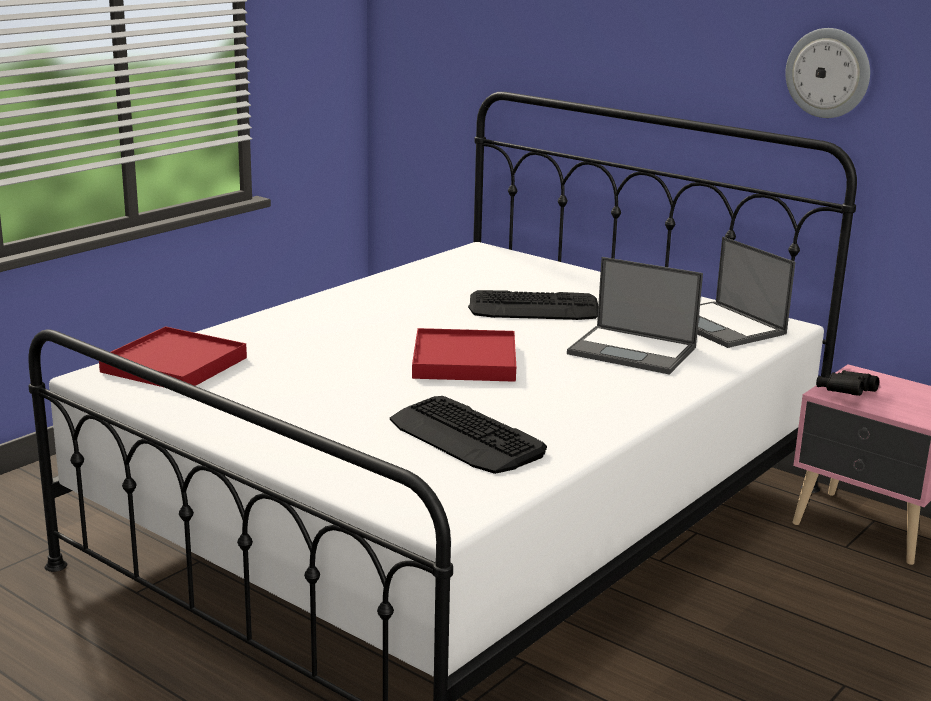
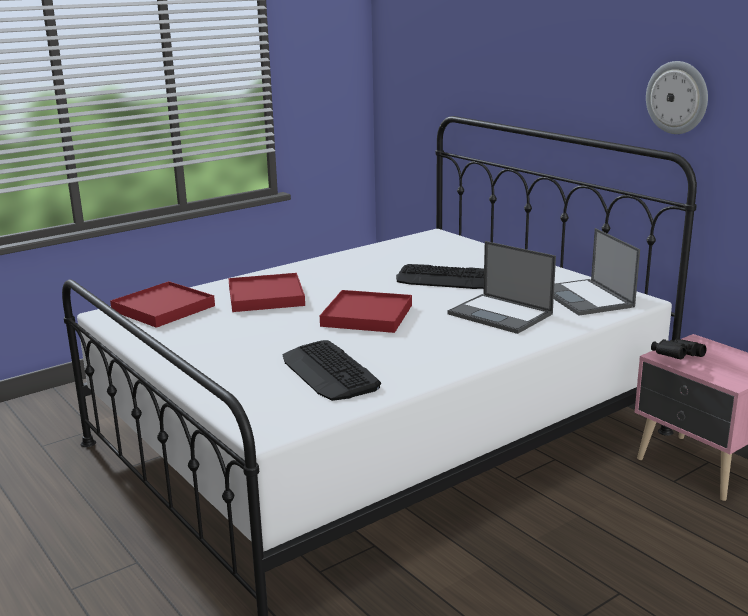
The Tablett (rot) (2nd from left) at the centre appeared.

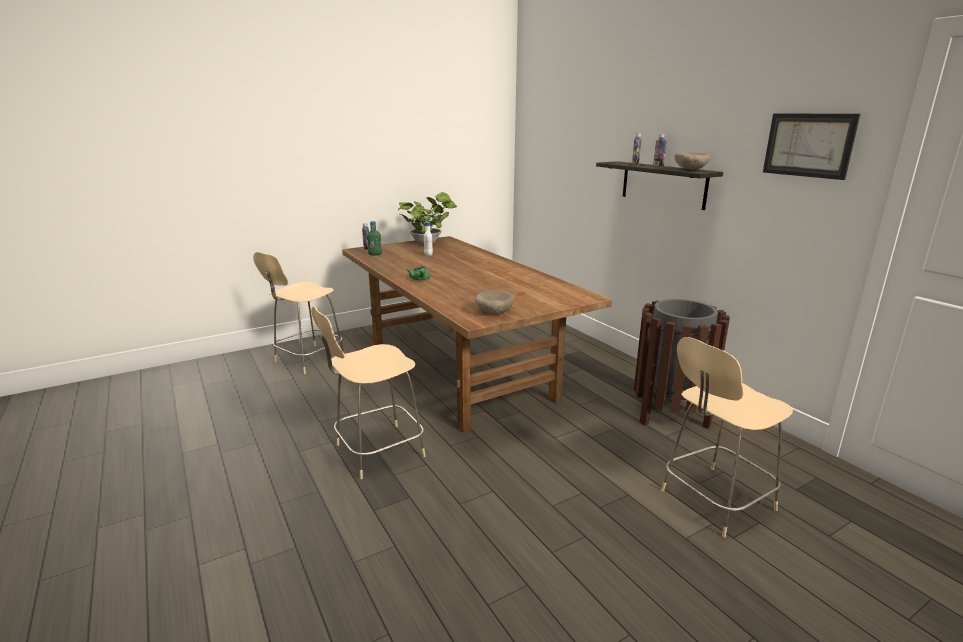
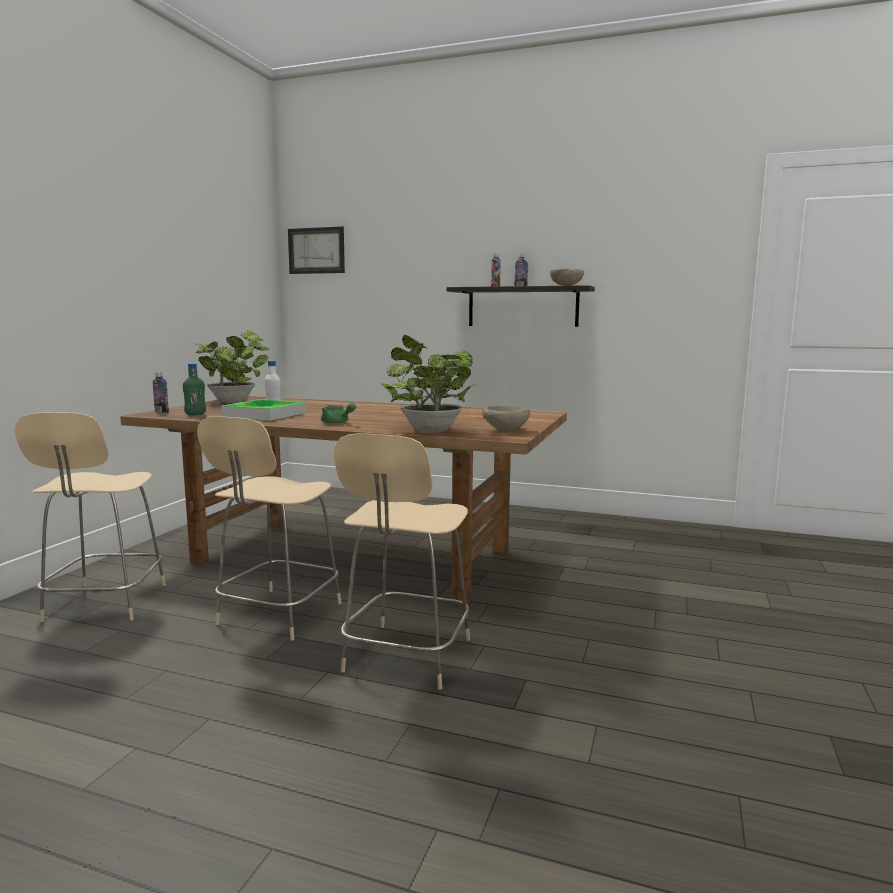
The Bild moved from the top right to the top centre.
The Mülleimer (braun) at the middle right disappeared.
The Stuhl (beige) (3rd from left in the first image) moved from the bottom right to the middle left.
The Topfpflanze (2nd from left) at the centre appeared.
The Tablett at the middle left appeared.

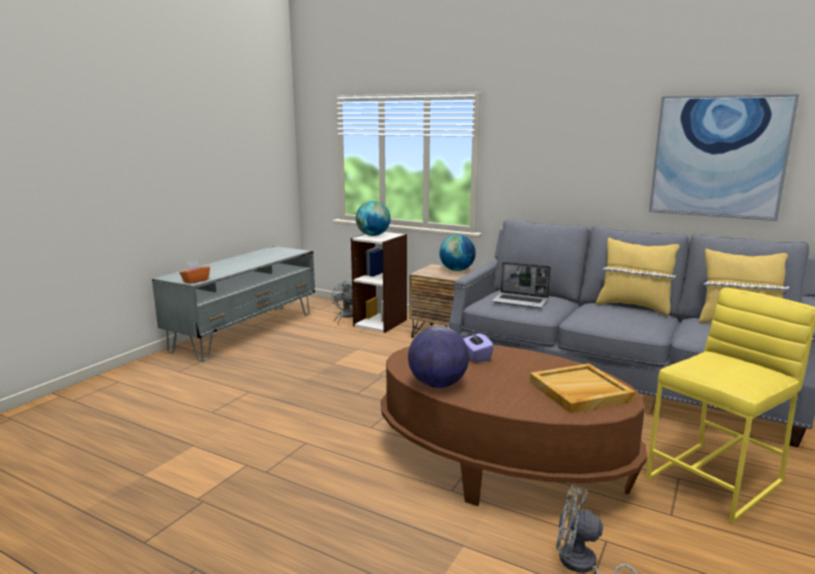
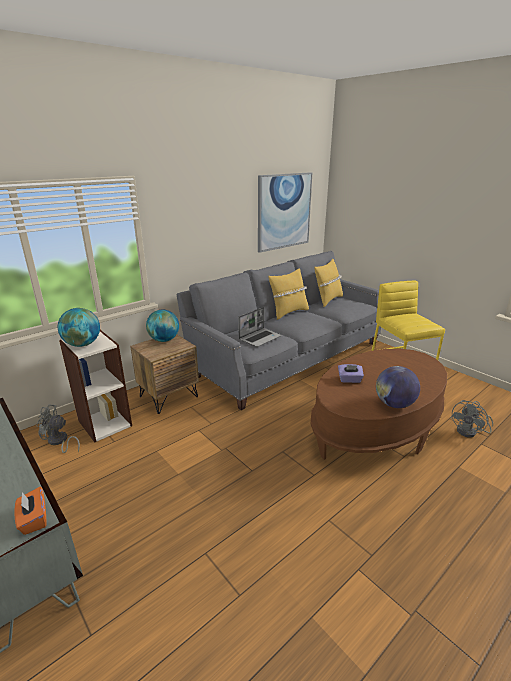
The Tablett (beige) at the bottom right disappeared.

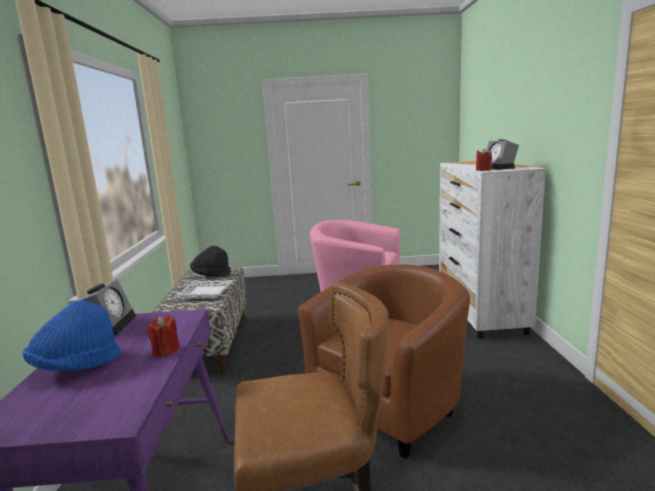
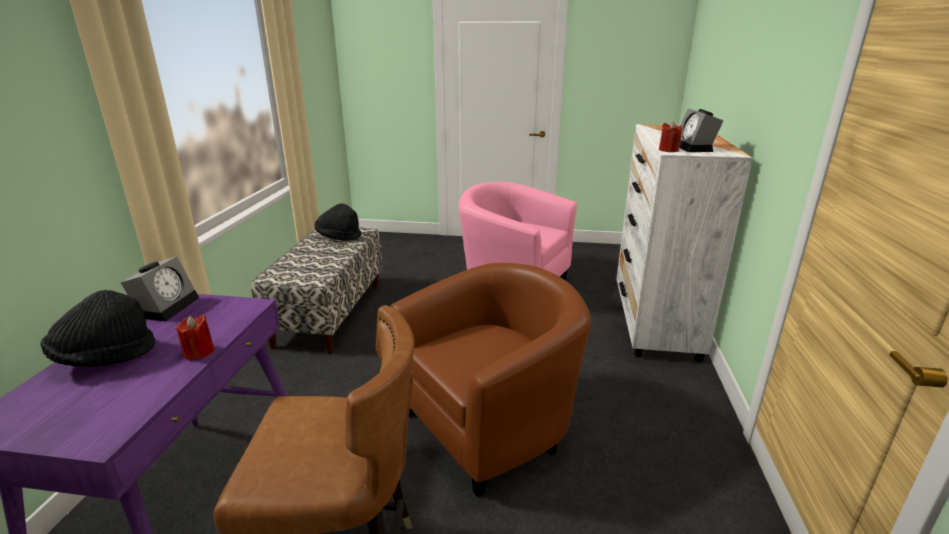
The Tablett (weiß) at the middle left disappeared.
The Hut (blau) at the bottom left became the Hut (schwarz) (1st from left) at the middle left.

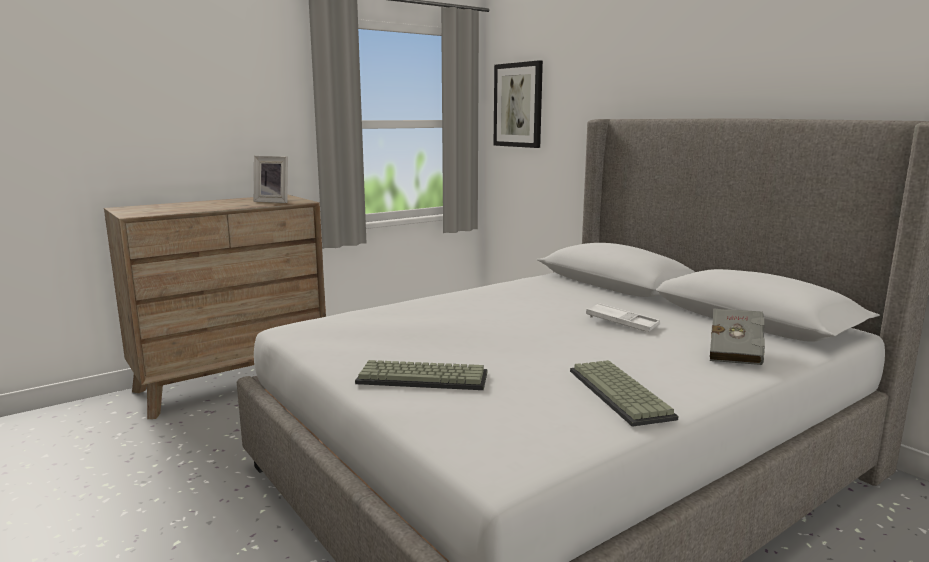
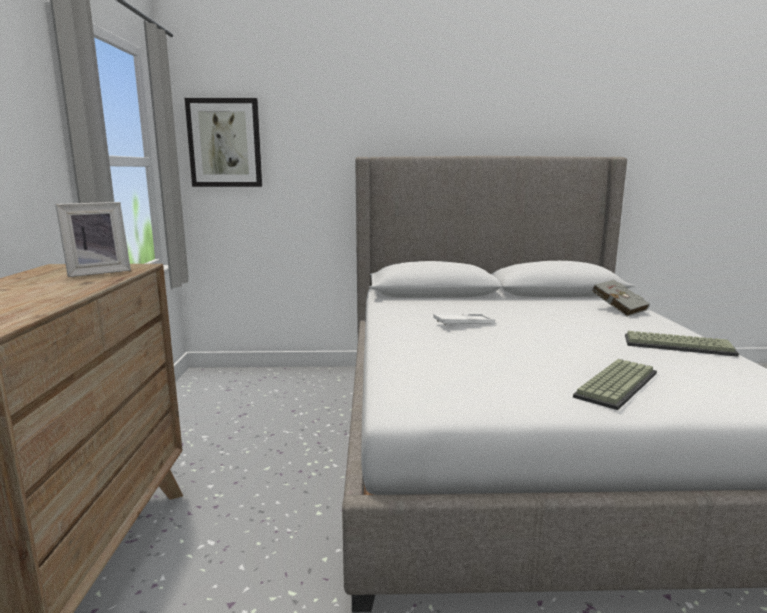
The Tablett (weiß) moved from the middle right to the centre.

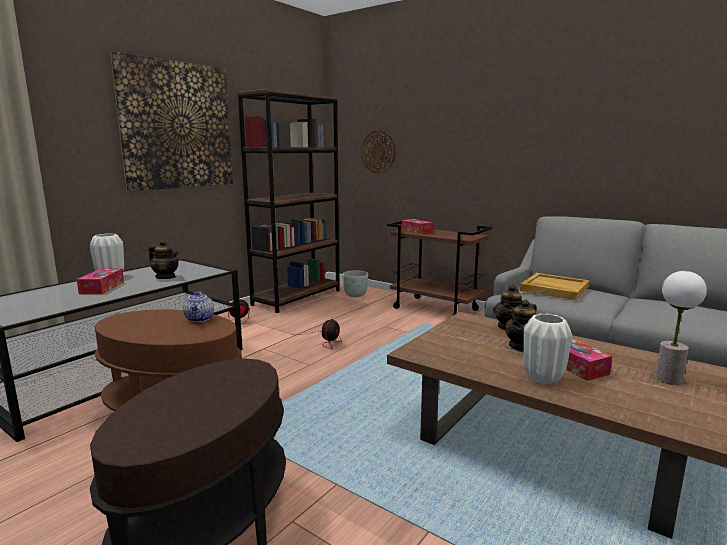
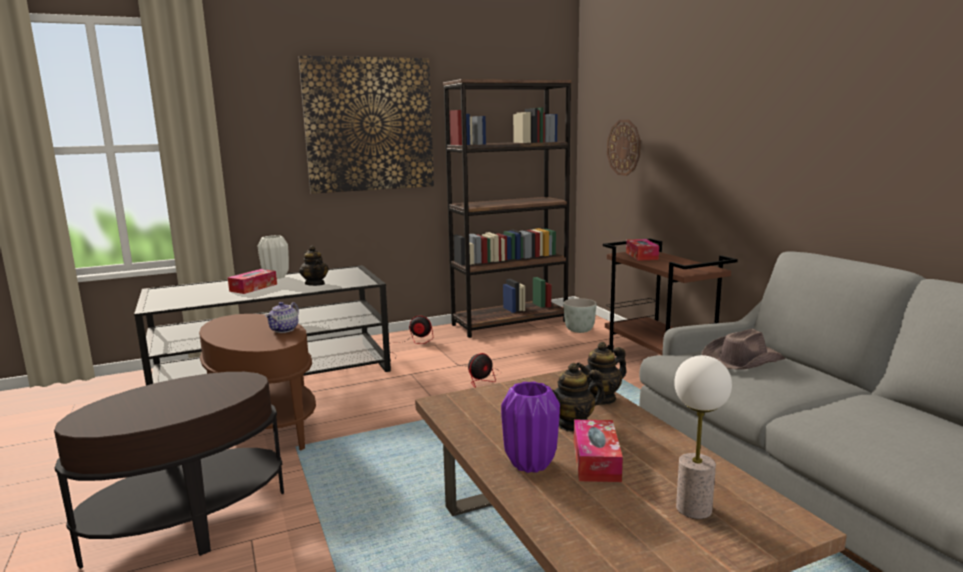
The Tablett (beige) at the middle right was replaced by the Hut (braun) at the middle right.
The Vase (weiß) (2nd from left) at the middle right became the Vase (lila) at the bottom centre.

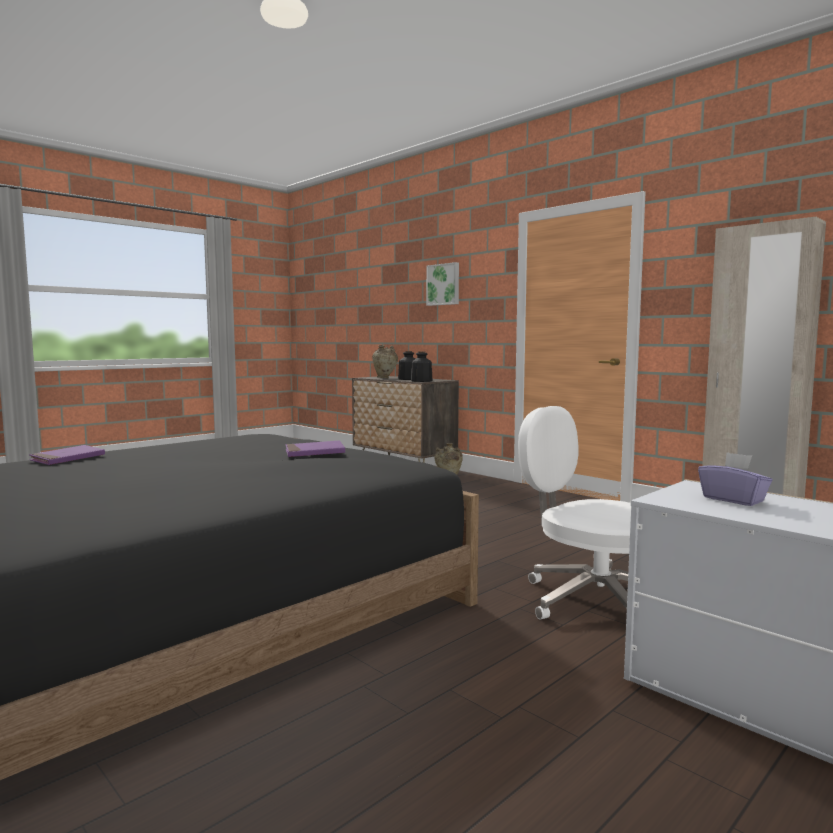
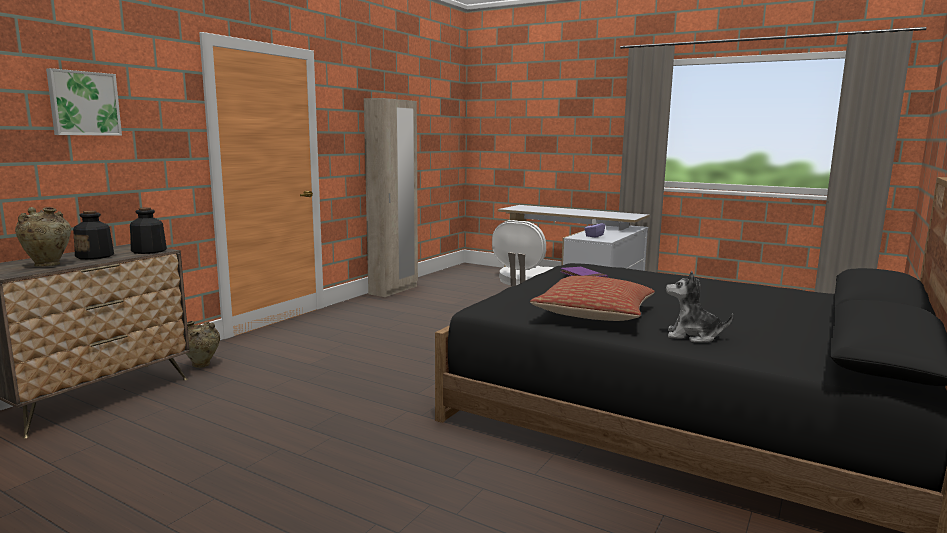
The Buch (lila) (1st from left) at the middle left was replaced by the Plüschtier at the middle right.
The Kissen at the centre appeared.

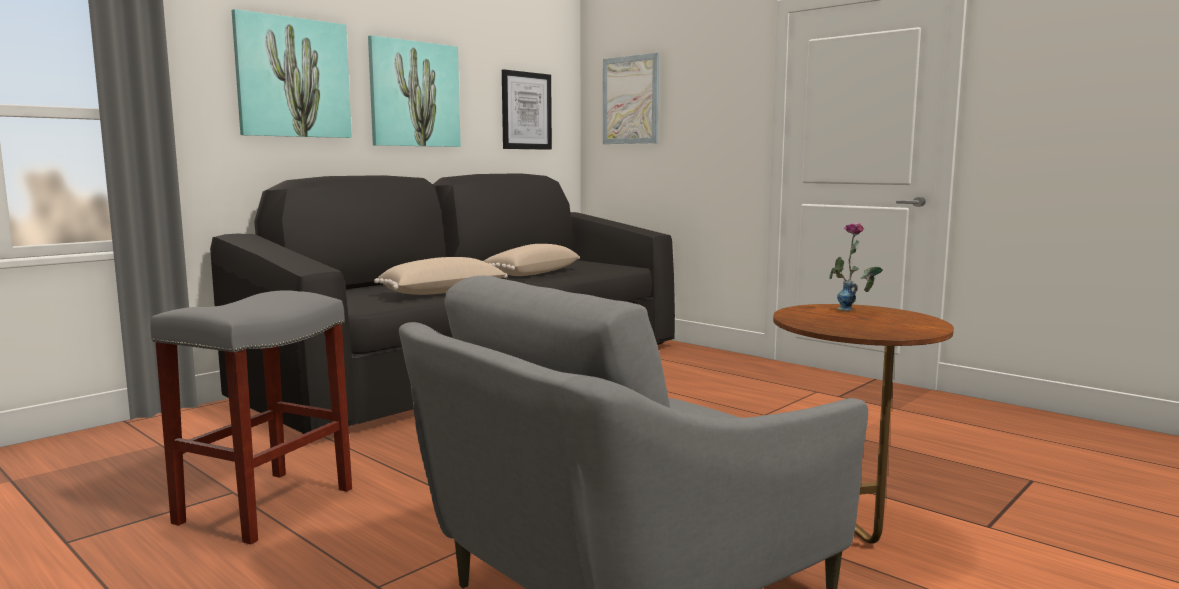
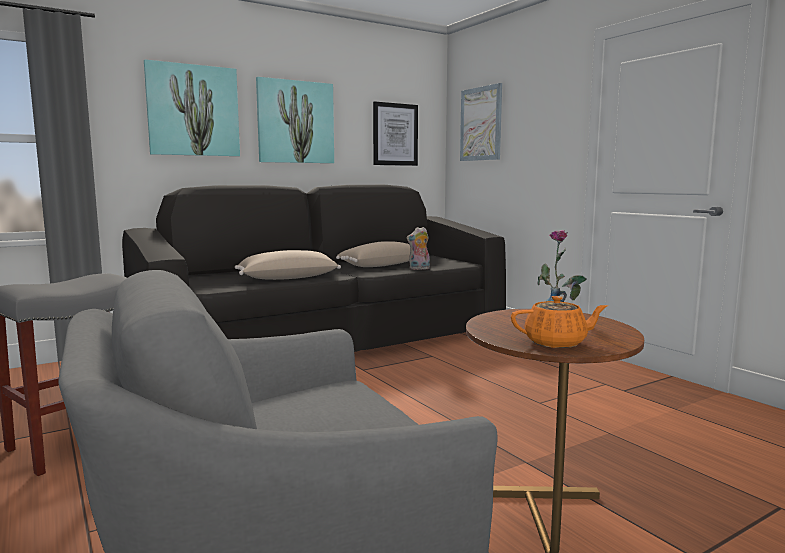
The Plüschtier at the centre appeared.
The Teekanne (orange) at the middle right appeared.

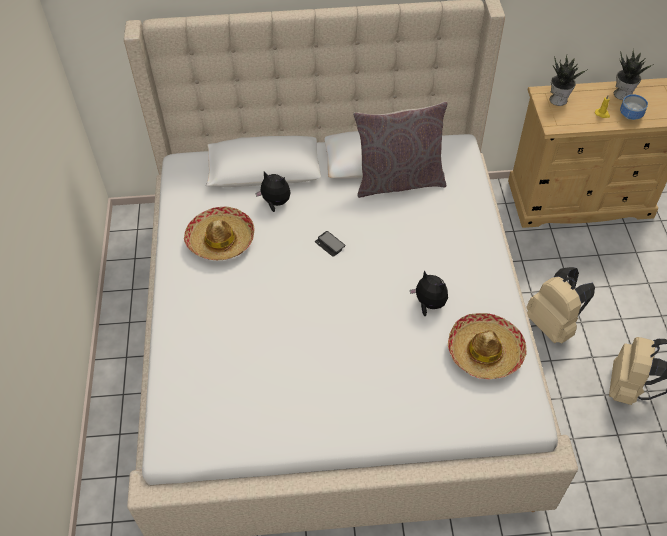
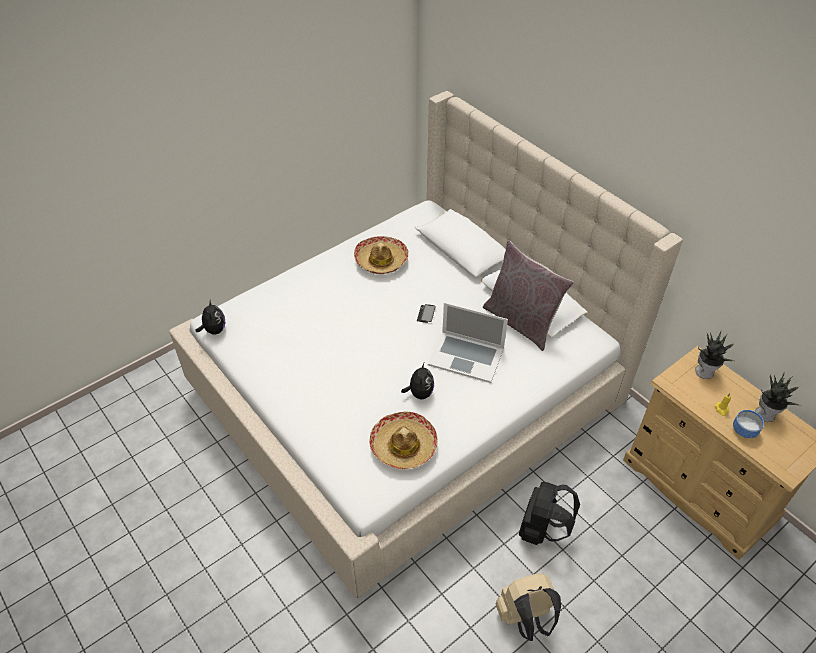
The Plüschtier (1st from left) moved from the centre to the middle left.
The Rucksack (beige) (1st from left) at the middle right became the Rucksack (schwarz) at the bottom right.
The Laptop at the centre appeared.

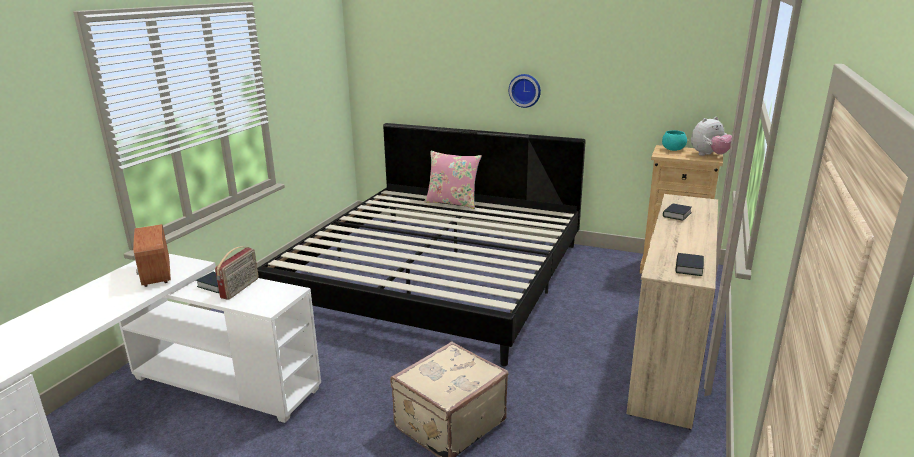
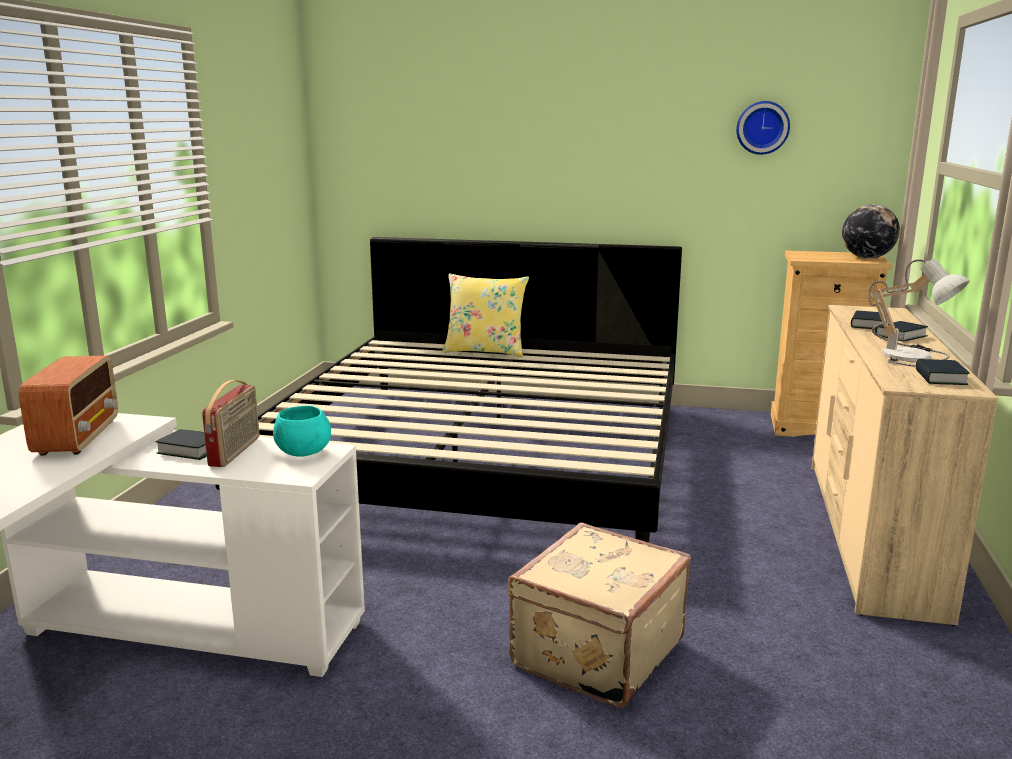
The Wanduhr moved from the top centre to the top right.
The Plüschtier at the top right was replaced by the Globus at the top right.
The Schüssel (türkis) moved from the top right to the middle left.
The Kissen (rosa) at the centre became the Kissen (gelb) at the centre.
The Radio (1st from left) at the middle left turned 150 degrees counterclockwise.
The Tischlampe at the middle right appeared.
The Buch (3rd from left) at the middle right appeared.

